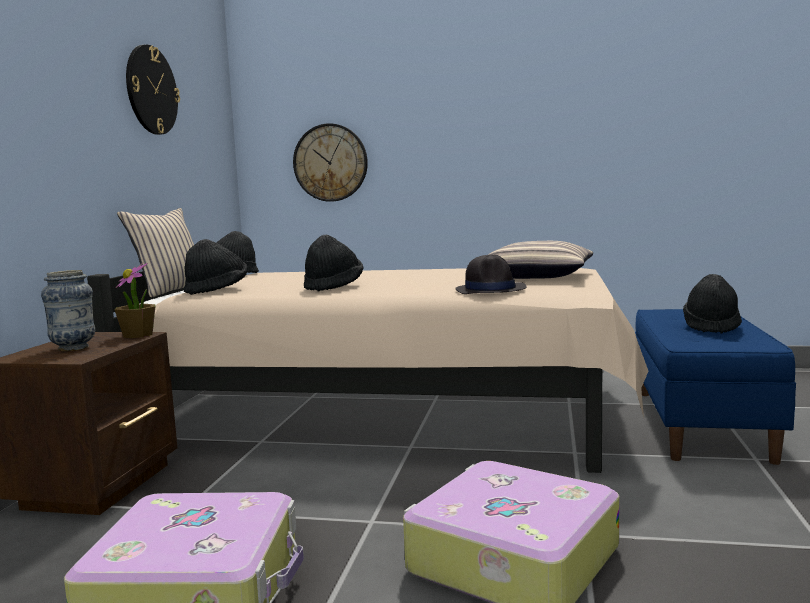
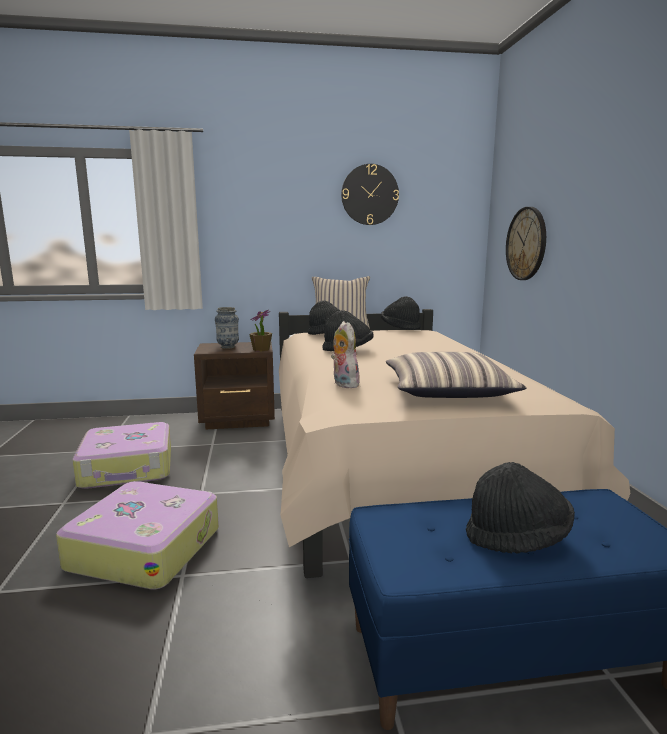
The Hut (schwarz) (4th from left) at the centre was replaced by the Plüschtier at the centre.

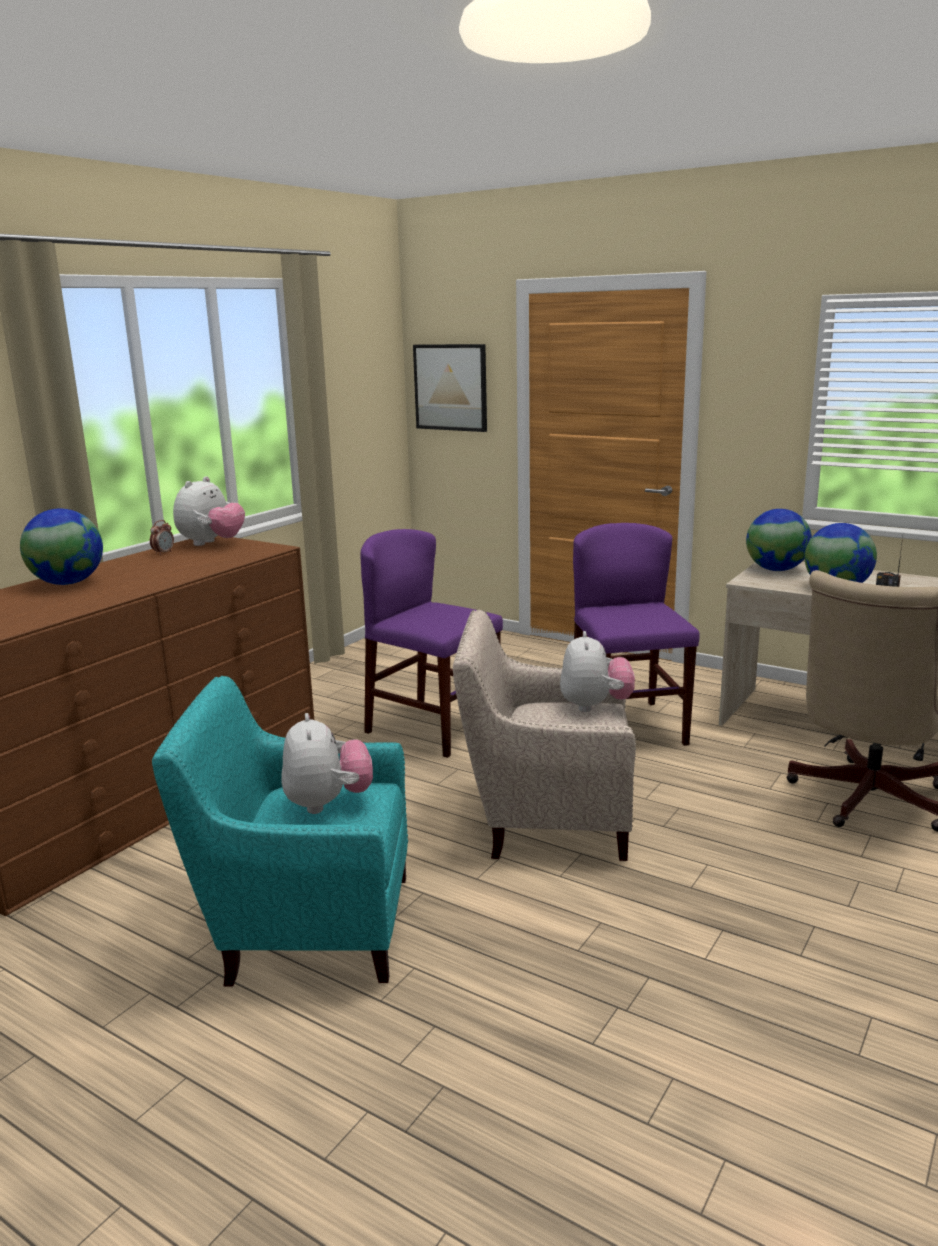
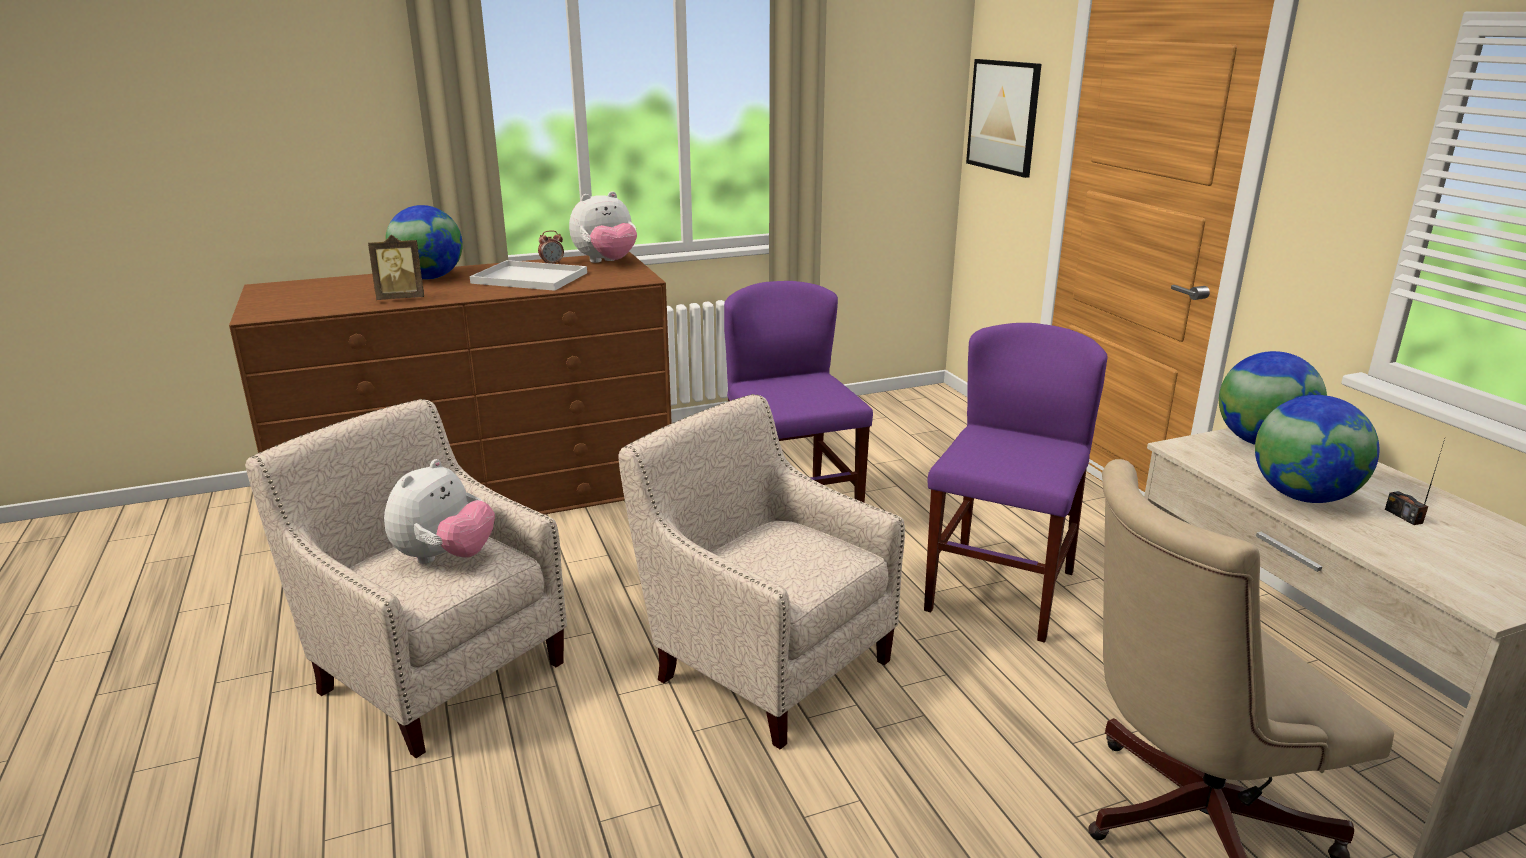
The Plüschtier (3rd from left) at the centre disappeared.
The Sessel (türkis) at the bottom left became the Sessel (beige) (1st from left) at the bottom left.
The Bilderrahmen at the top left appeared.
The Tablett (weiß) at the top centre appeared.

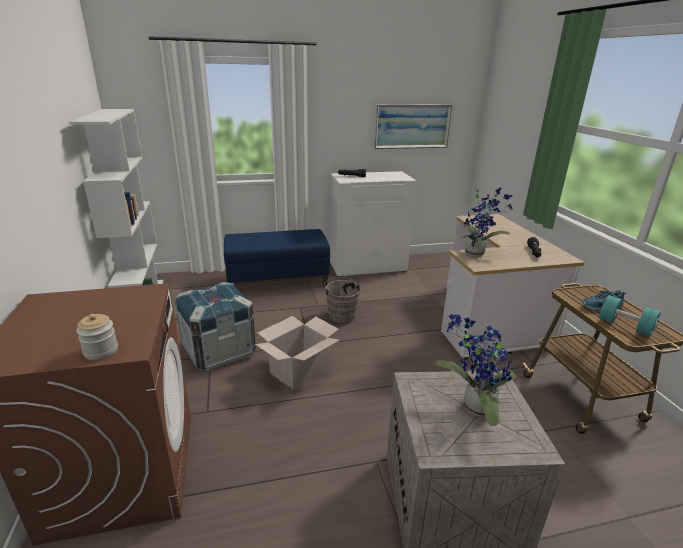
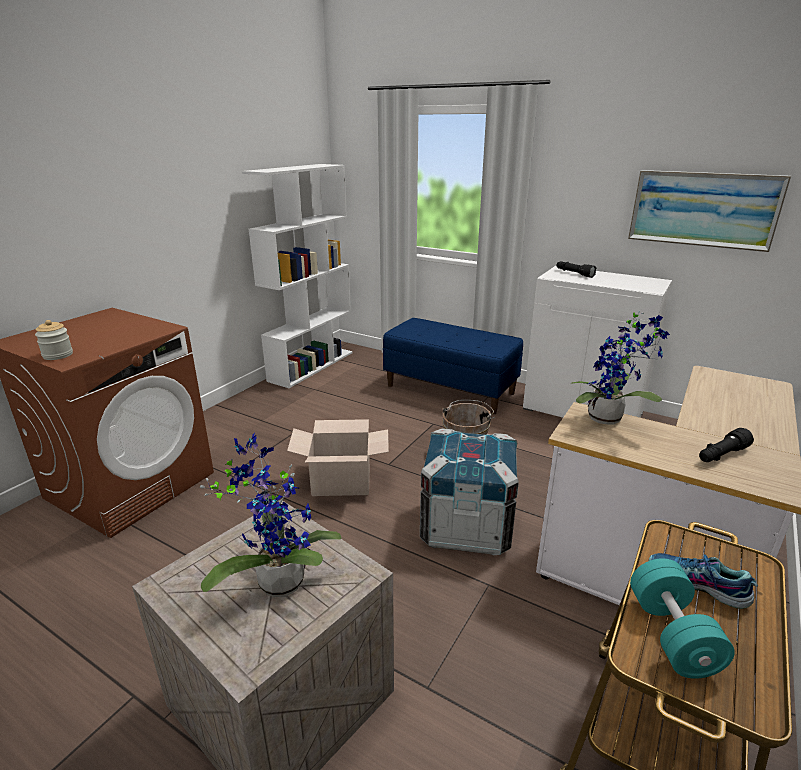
The Kiste (1st from left in the first image) moved from the middle left to the centre.

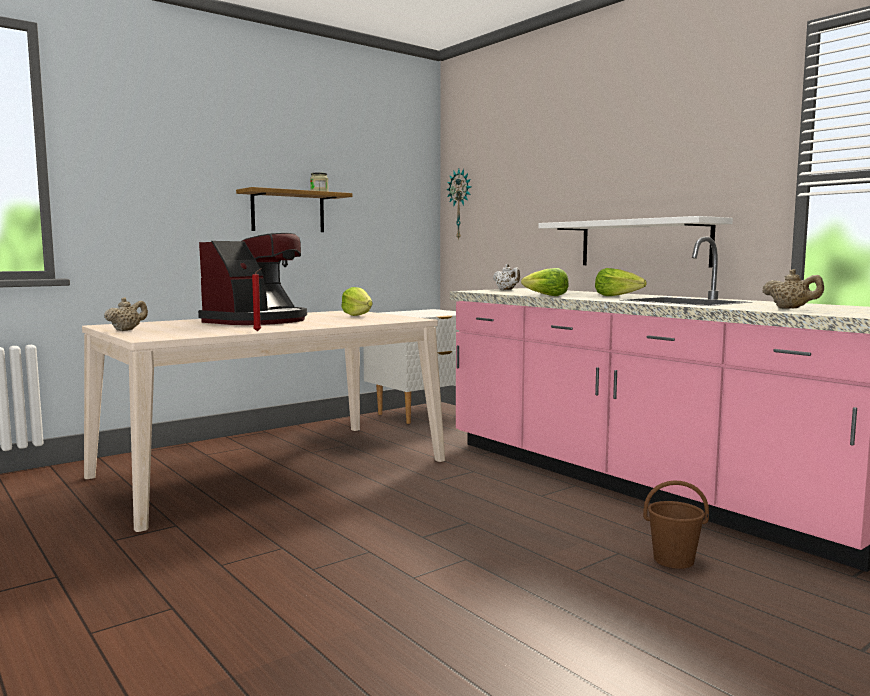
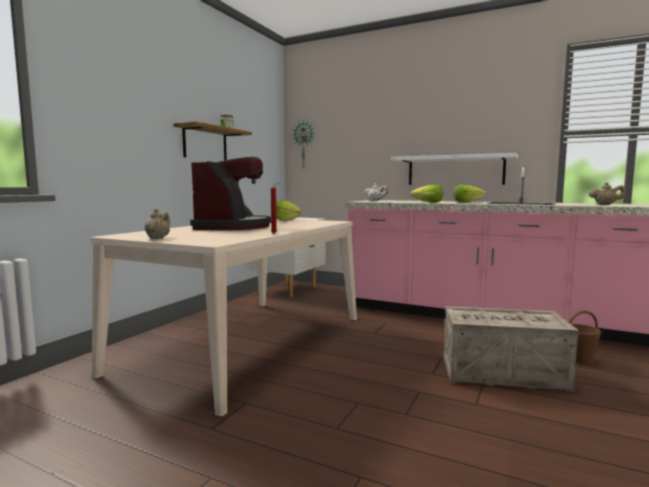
The Kiste at the bottom right appeared.

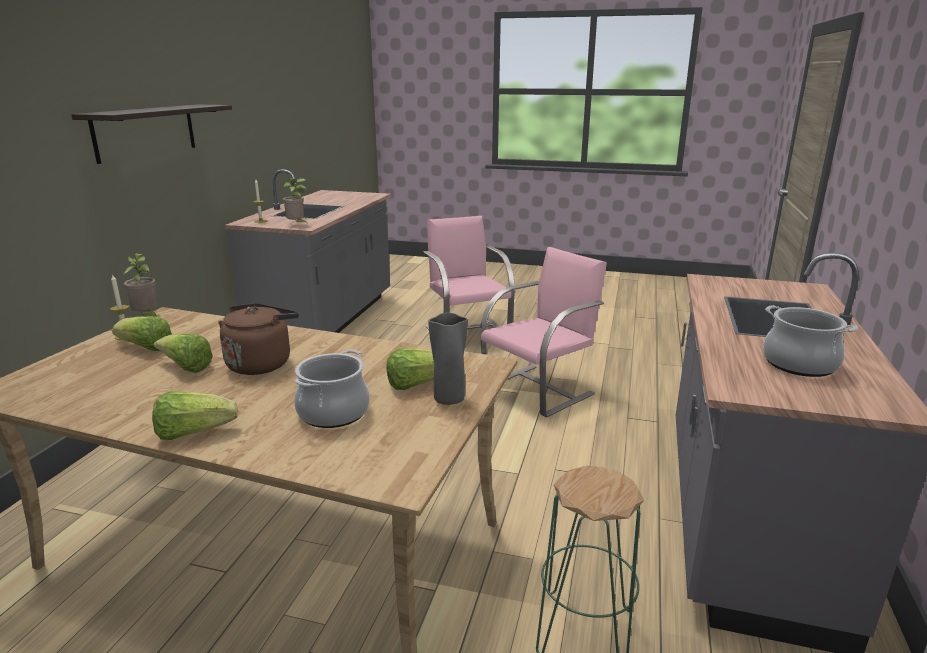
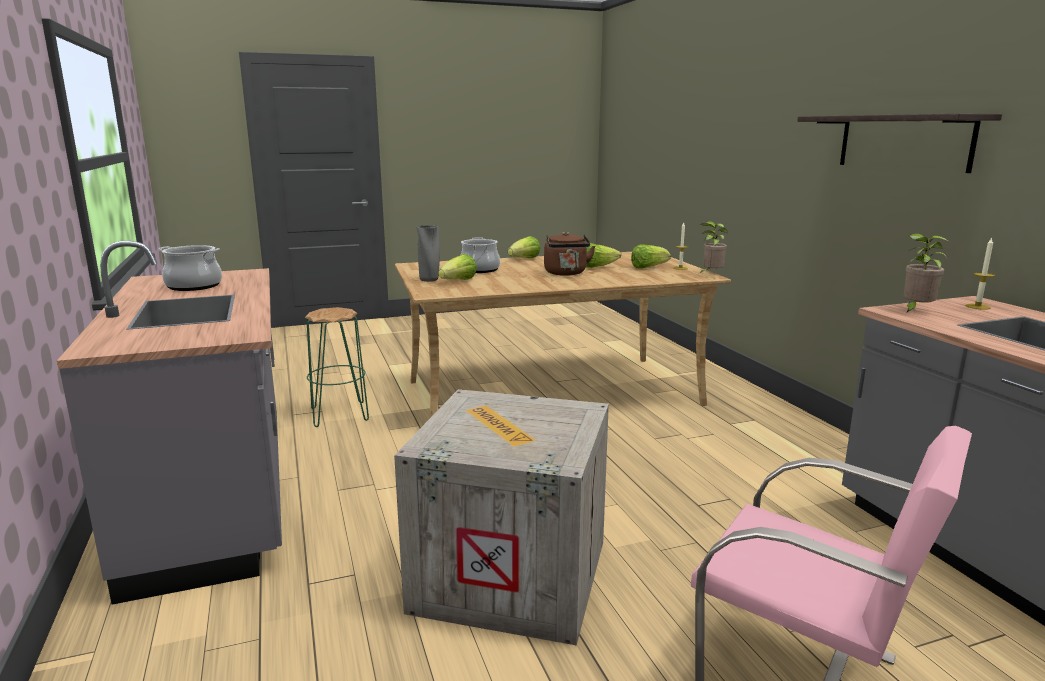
The Stuhl (rosa) (2nd from left) at the centre was replaced by the Kiste at the bottom centre.

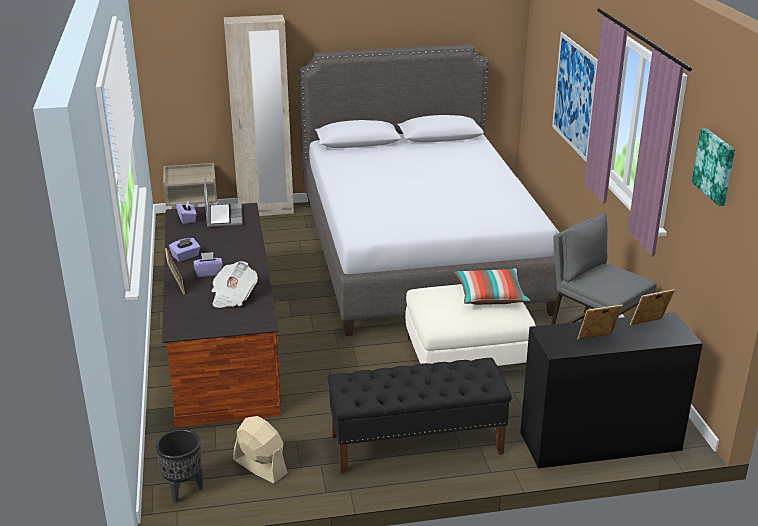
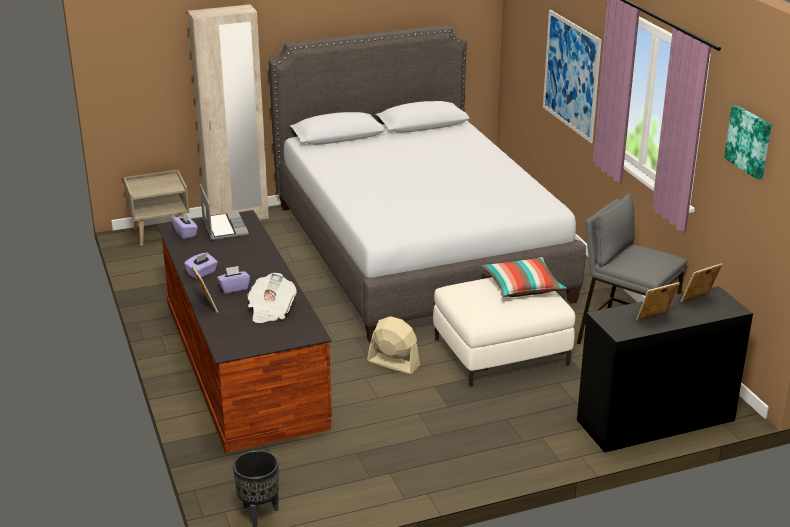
The Bank (schwarz) at the bottom centre disappeared.
The Ventilator (beige) moved from the bottom centre to the centre.

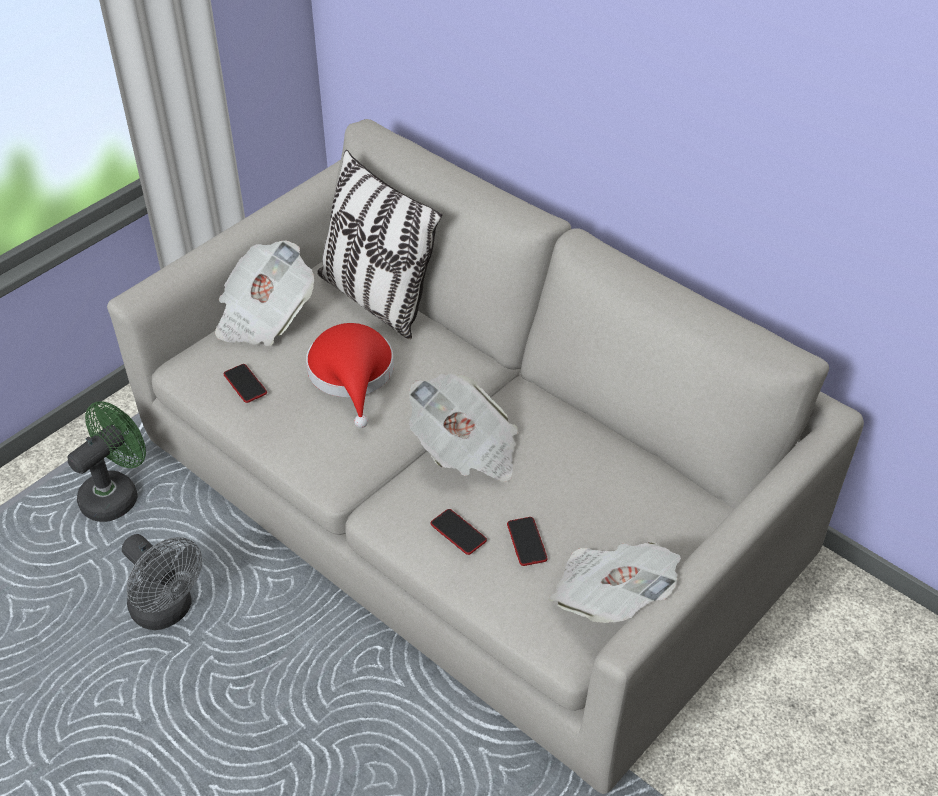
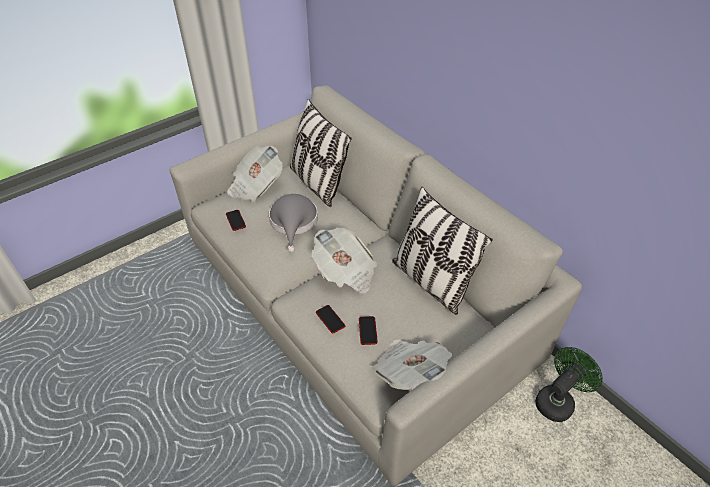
The Hut (rot) at the centre became the Hut (grau) at the centre.
The Ventilator (grün) moved from the middle left to the bottom right.
The Ventilator (grau) at the bottom left disappeared.
The Kissen (2nd from left) at the centre appeared.

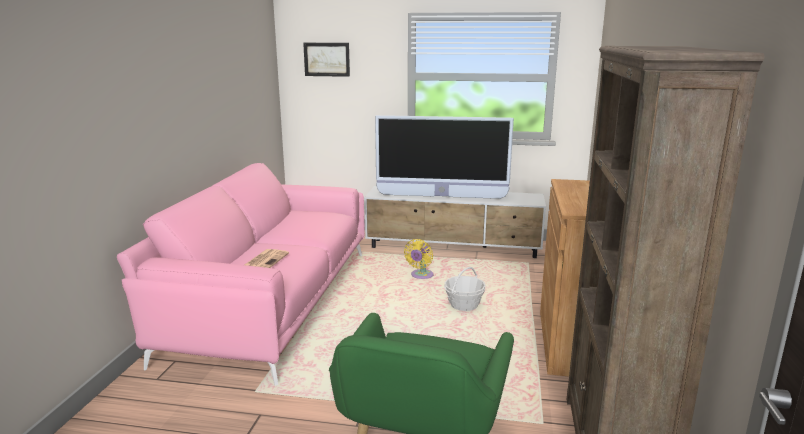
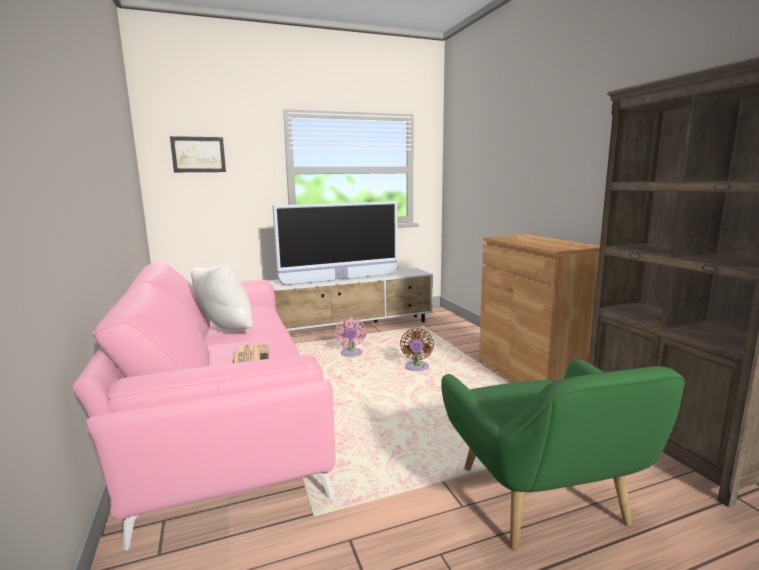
The Ventilator (gelb) at the centre became the Ventilator (rosa) at the centre.
The Korb at the centre was replaced by the Ventilator (braun) at the centre.
The Kissen (weiß) at the middle left appeared.

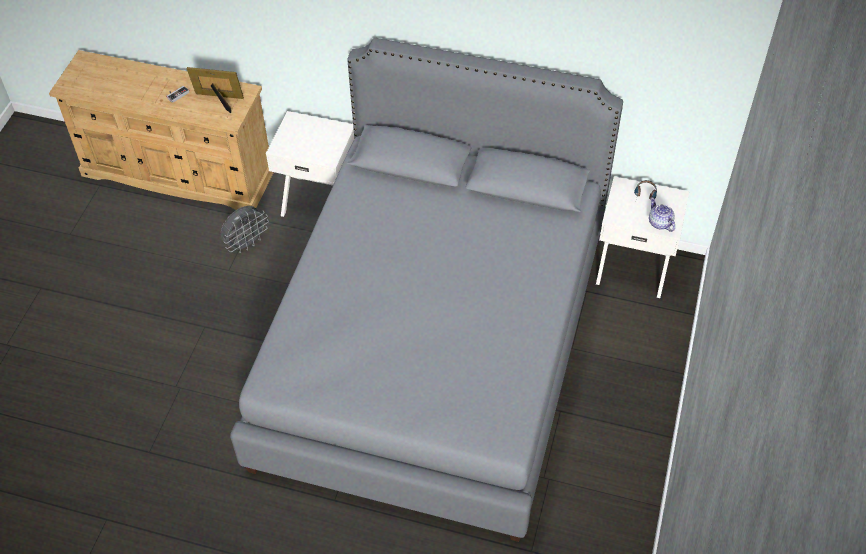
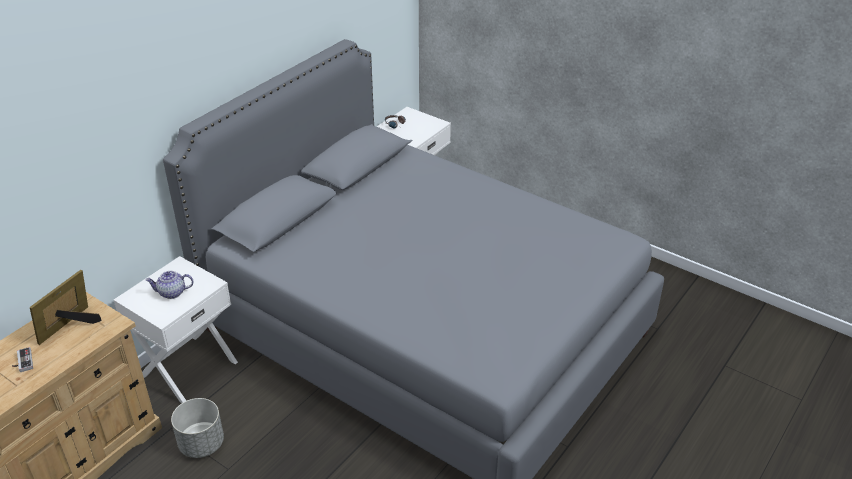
The Teekanne moved from the middle right to the middle left.
The Ventilator (grau) at the middle left was replaced by the Pflanzkübel (grau) at the bottom left.

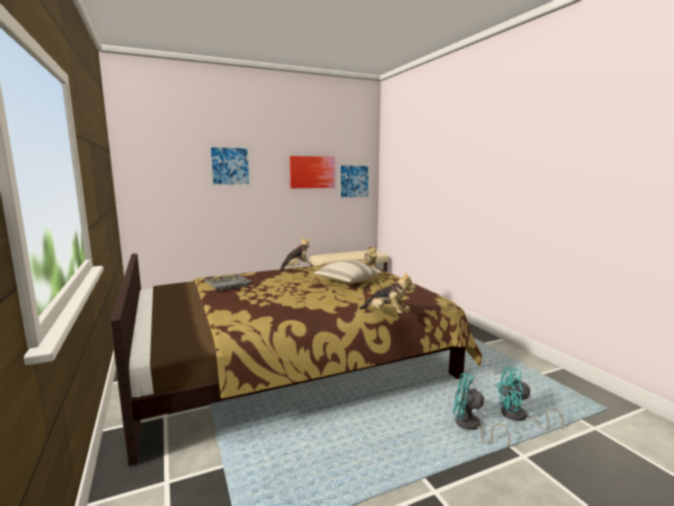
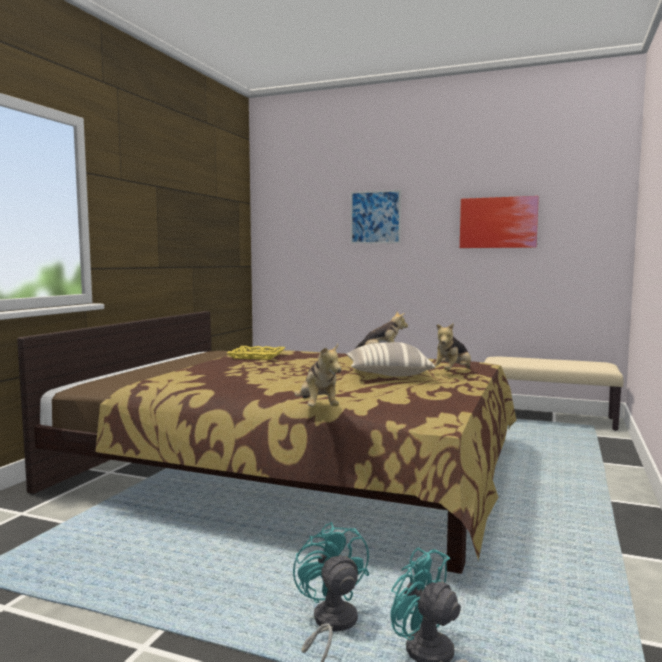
The Bild (3rd from left) at the centre disappeared.
The Tablett (grau) at the centre became the Tablett (gelb) at the centre.

